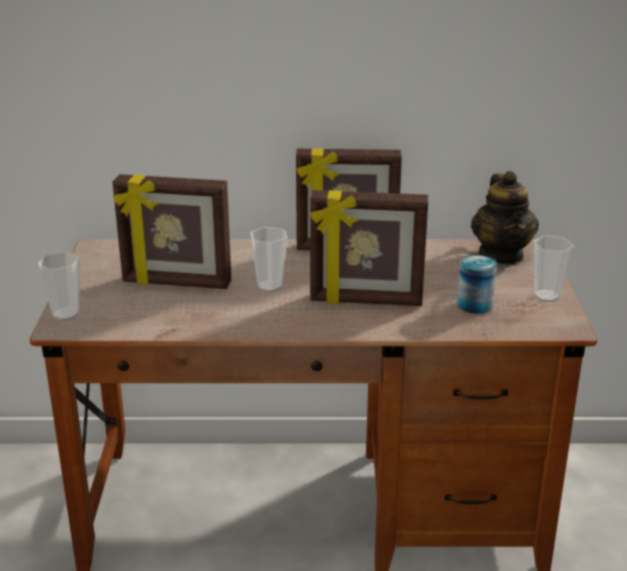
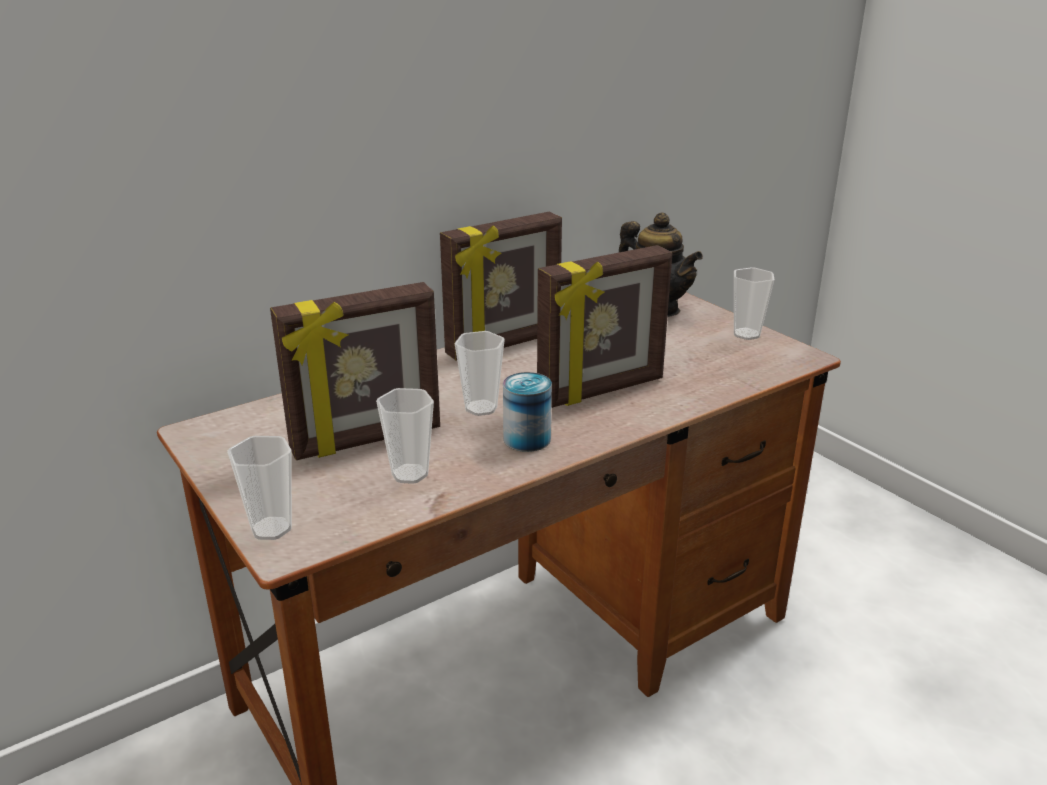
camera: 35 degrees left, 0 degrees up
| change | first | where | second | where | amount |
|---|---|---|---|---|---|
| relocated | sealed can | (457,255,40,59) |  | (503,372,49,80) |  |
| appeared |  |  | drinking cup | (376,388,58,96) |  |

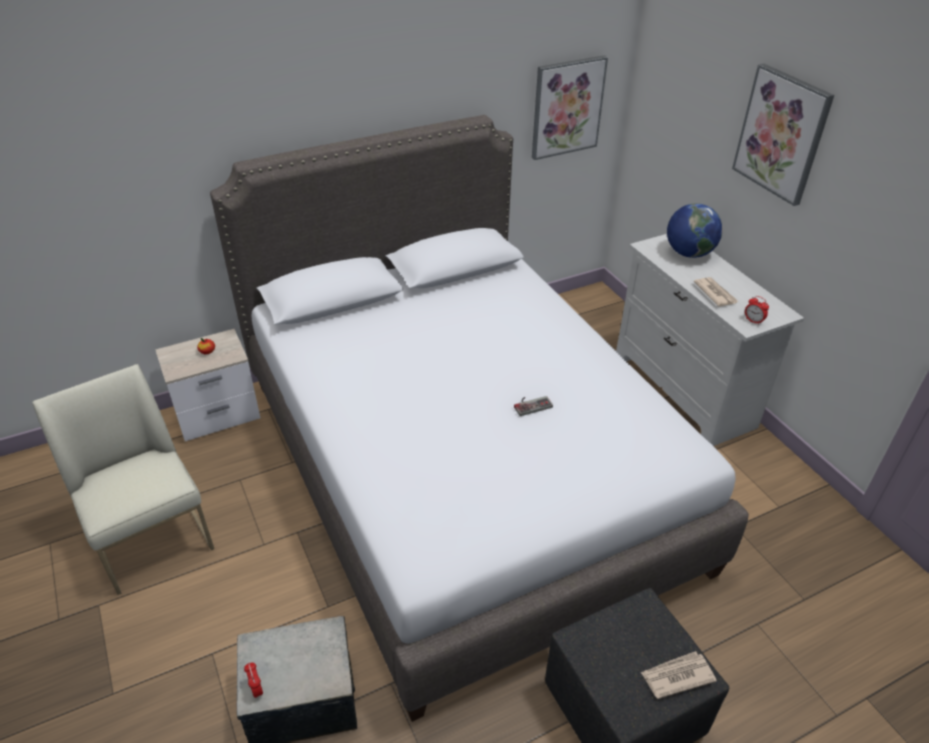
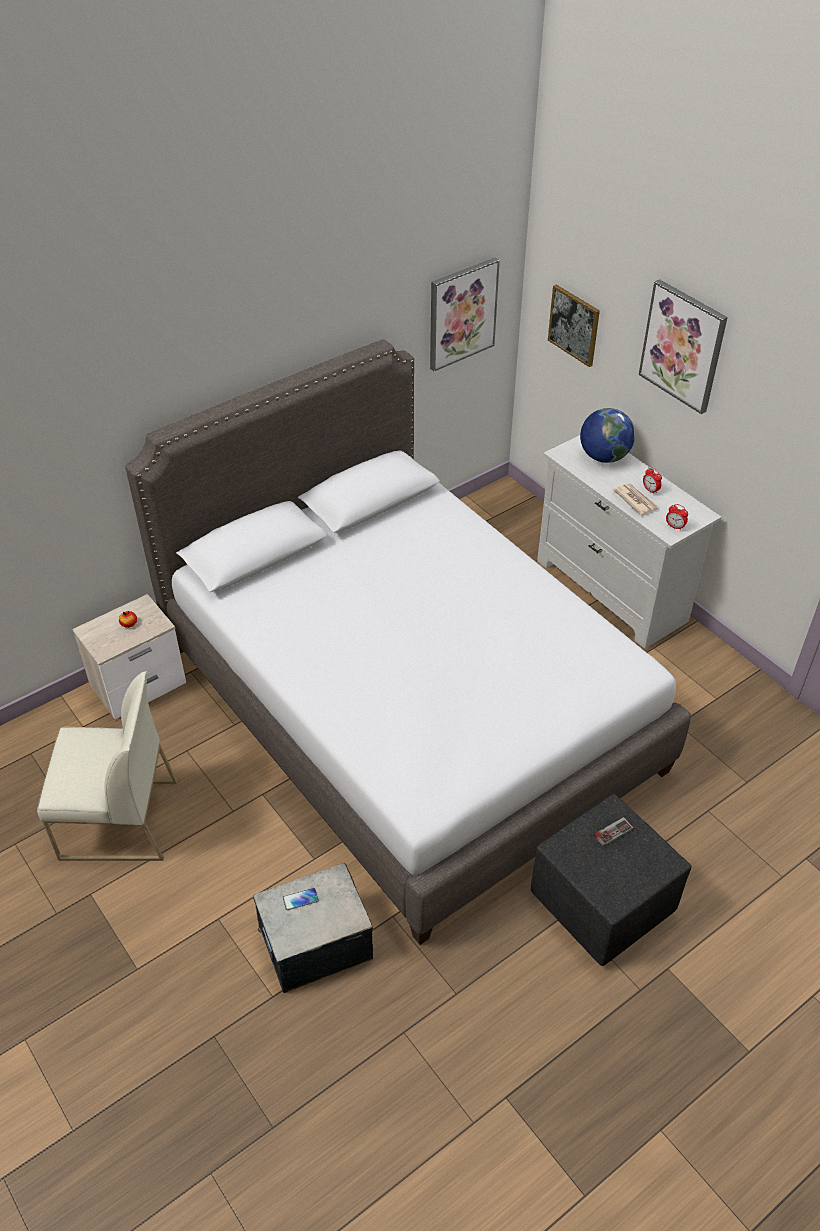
camera: 10 degrees left, 5 degrees up
| change | first | where | second | where | amount |
|---|---|---|---|---|---|
| spun | white-coloured plain chair | (32,364,182,231) |  | (37,671,140,190) | 135 degrees clockwise |
| relocated | table clock | (244,663,19,35) |  | (643,467,19,27) |  |
| relocated | gamepad | (514,396,39,20) |  | (594,817,39,30) |  |
| missing | daily paper | (641,651,76,48) |  |  |  |
| appeared |  |  | phone | (283,888,36,22) |  |
| appeared |  |  | wall art | (548,284,52,83) |  |

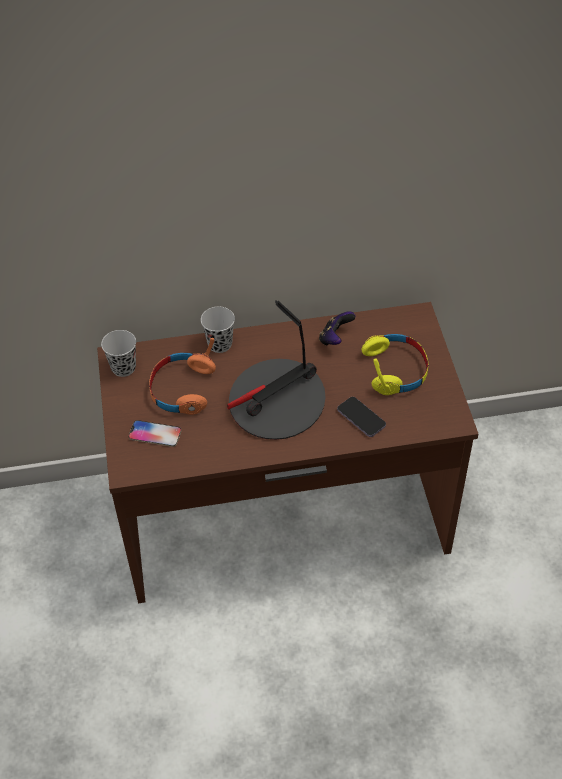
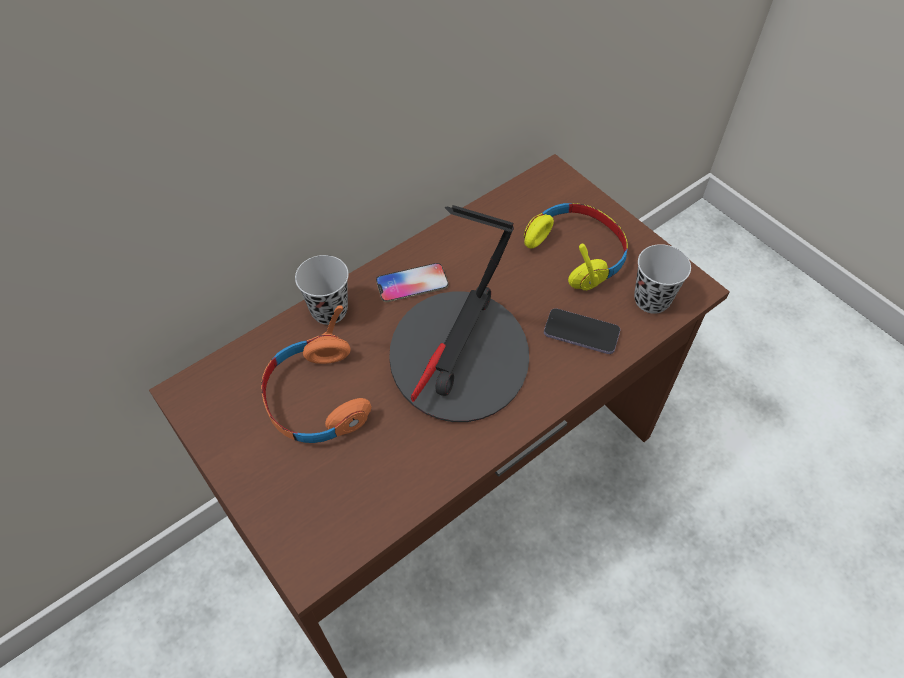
camera: 30 degrees left, 5 degrees up
| change | first | where | second | where | amount |
|---|---|---|---|---|---|
| relocated | black-coloured drinking cup | (101,330,35,47) |  | (634,244,57,70) |  |
| relocated | phone | (129,420,52,27) |  | (376,263,72,39) |  |
| missing | gamepad | (319,311,37,34) |  |  |  |

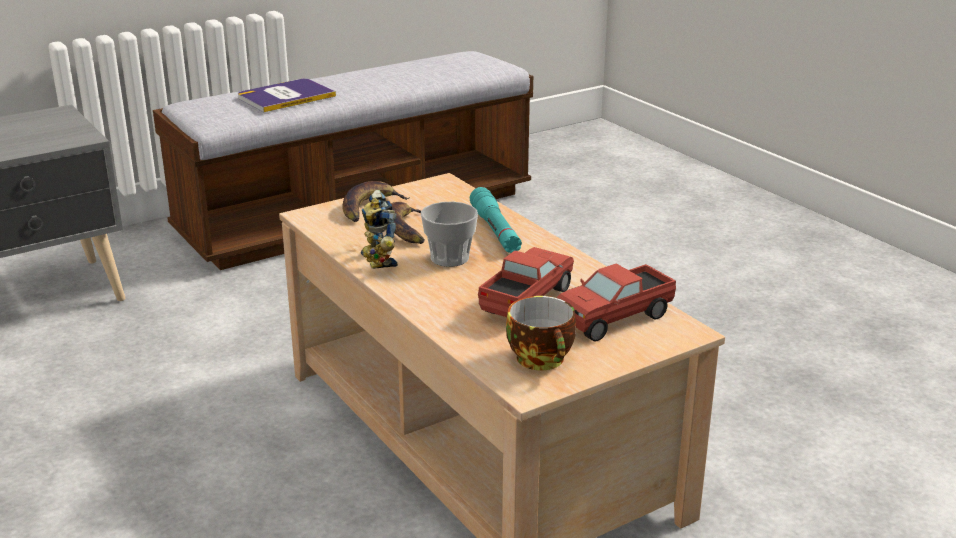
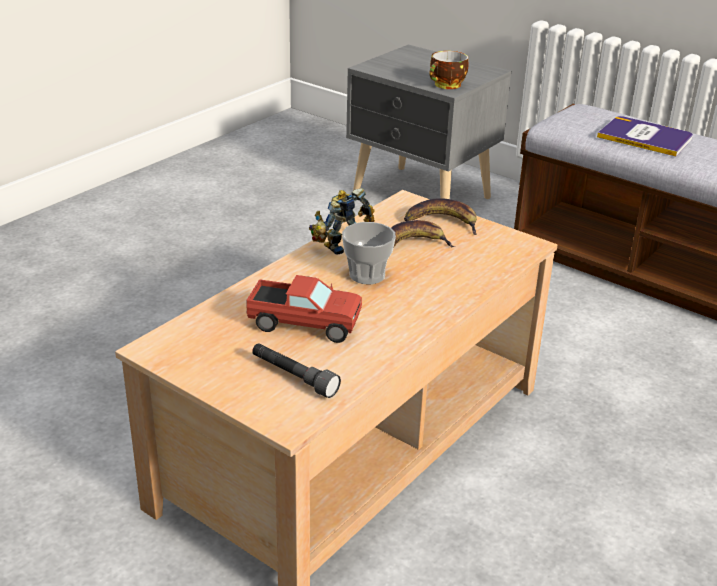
camera: 70 degrees right, 5 degrees up
| change | first | where | second | where | amount |
|---|---|---|---|---|---|
| missing | blue-green flashlight | (470,187,52,66) |  |  |  |
| relocated | drinking cup | (506,296,70,74) |  | (430,51,38,38) |  |
| exchanged | toy lorry | (557,263,119,78) | grey flashlight | (252,343,89,55) |  |

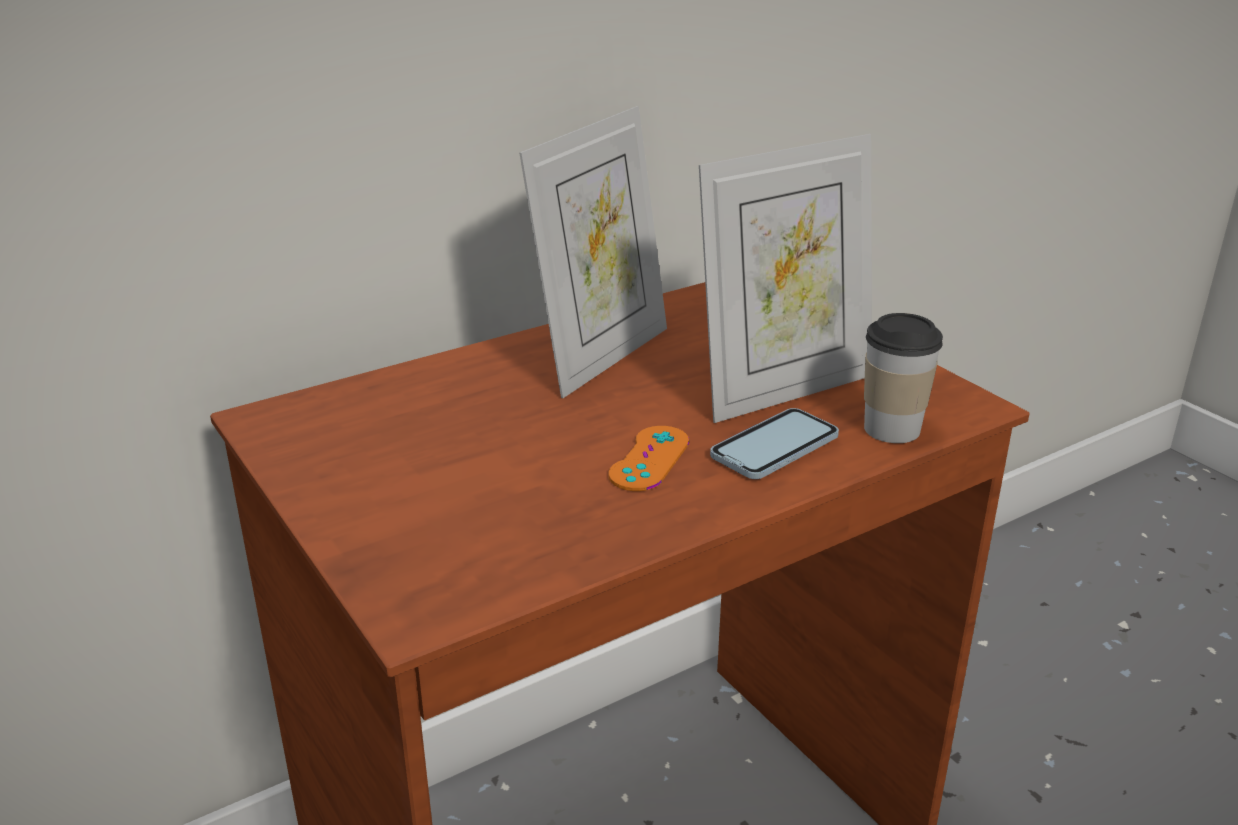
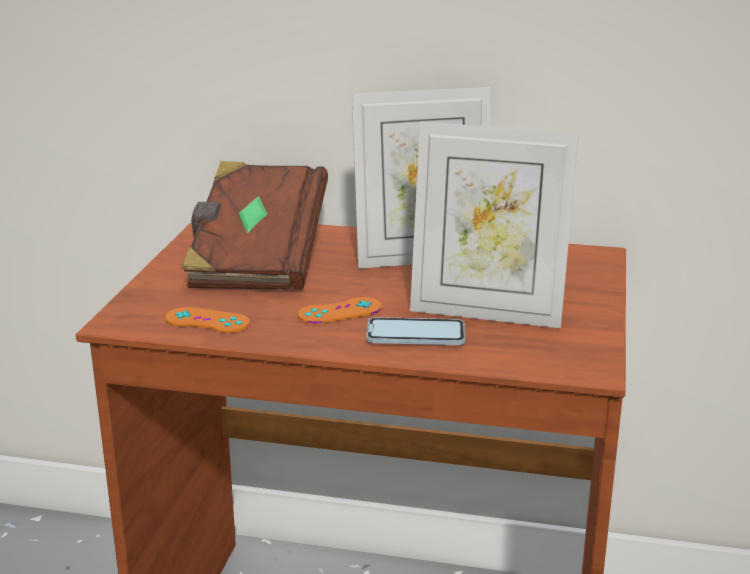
camera: 45 degrees right, 5 degrees down
| change | first | where | second | where | amount |
|---|---|---|---|---|---|
| missing | drinking cup | (864,313,79,130) |  |  |  |
| appeared |  |  | orange gamepad | (165,307,85,26) |  |
| appeared |  |  | brown-coloured volume | (181,161,147,129) |  |

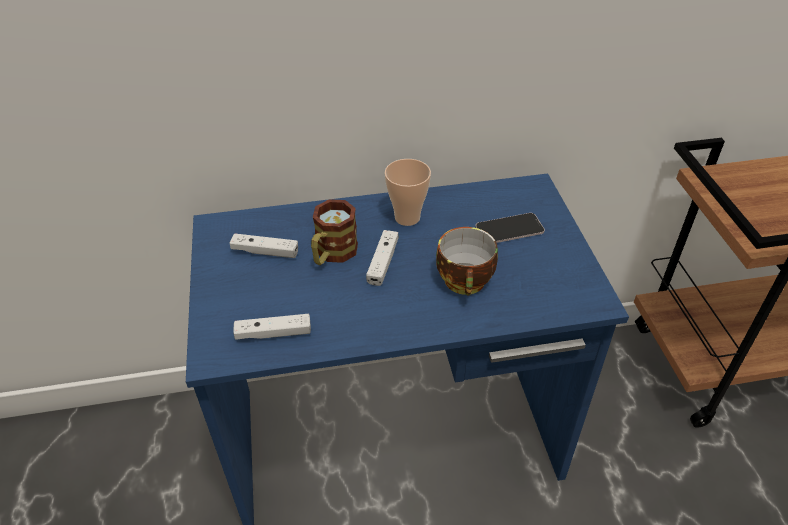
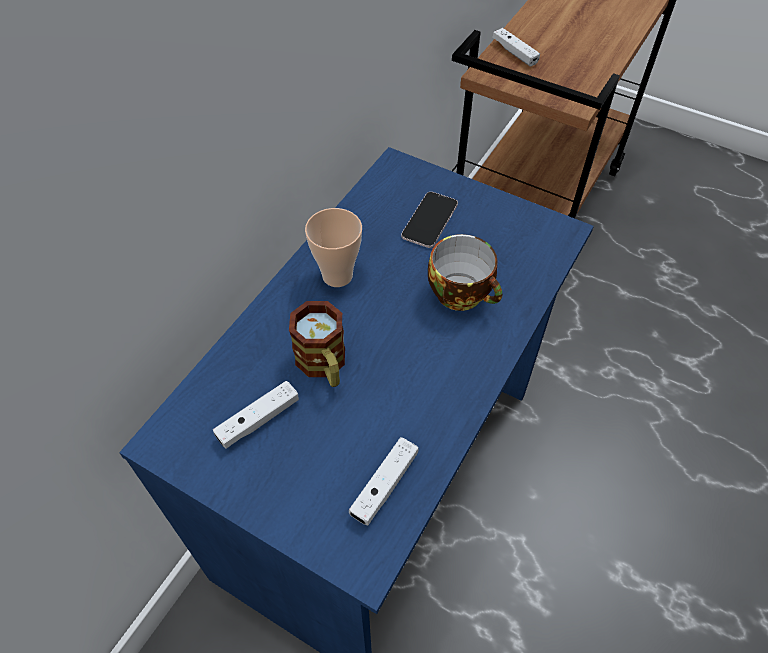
camera: 50 degrees left, 10 degrees up
| change | first | where | second | where | amount |
|---|---|---|---|---|---|
| relocated | white-coloured gamepad | (366,230,33,56) |  | (493,28,47,38) |  |

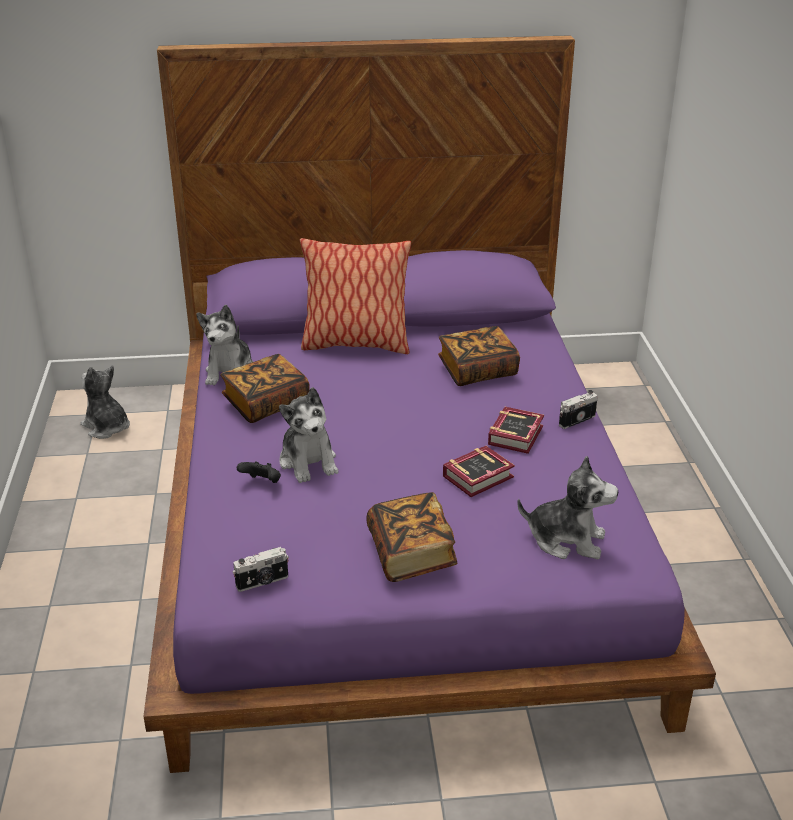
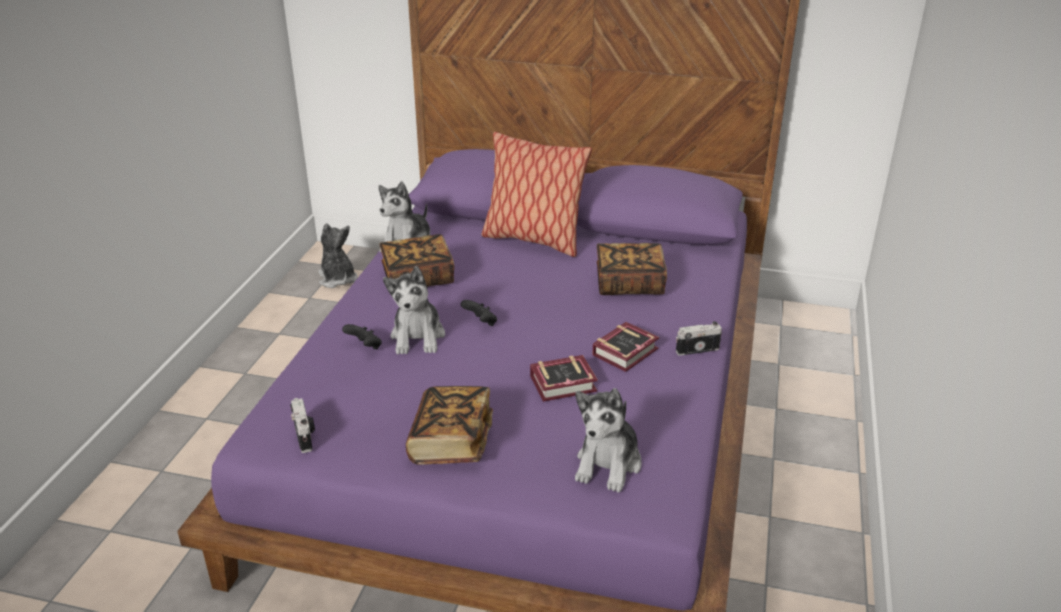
camera: 20 degrees right, 0 degrees up
| change | first | where | second | where | amount |
|---|---|---|---|---|---|
| spun | photo camera | (233,547,56,45) |  | (290,398,25,55) | 105 degrees counterclockwise |
| spun | plush toy | (517,456,101,103) |  | (575,388,67,104) | 75 degrees clockwise |
| appeared |  |  | black-coloured gamepad | (461,300,36,26) |  |

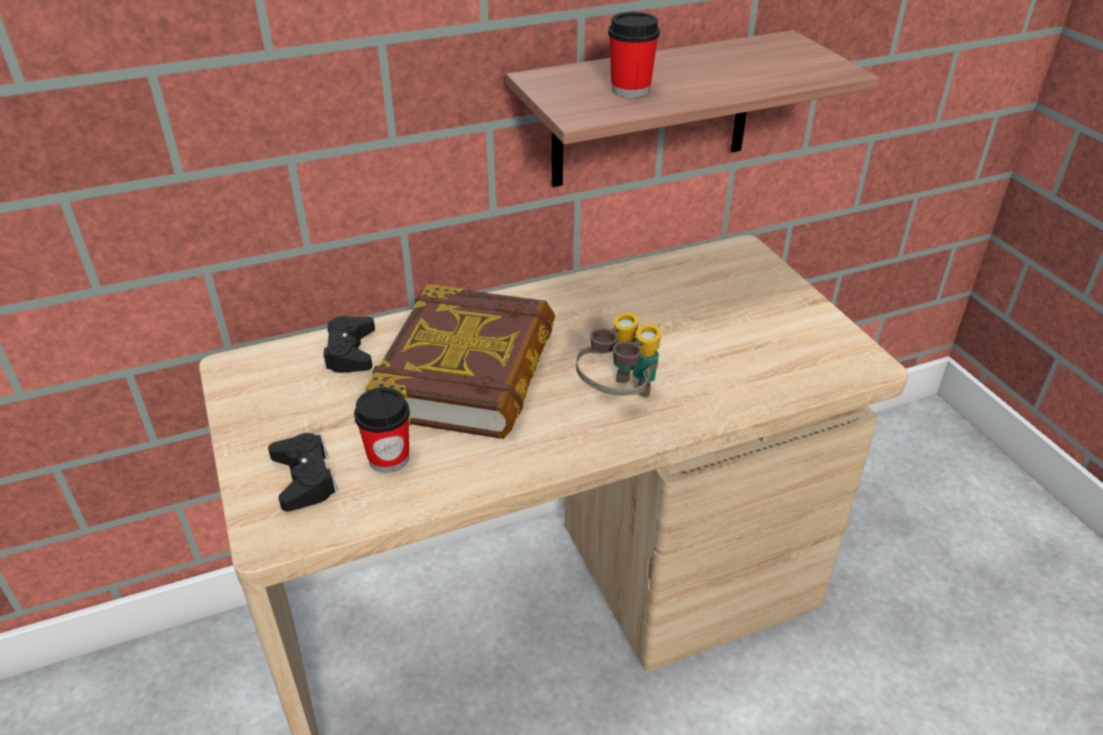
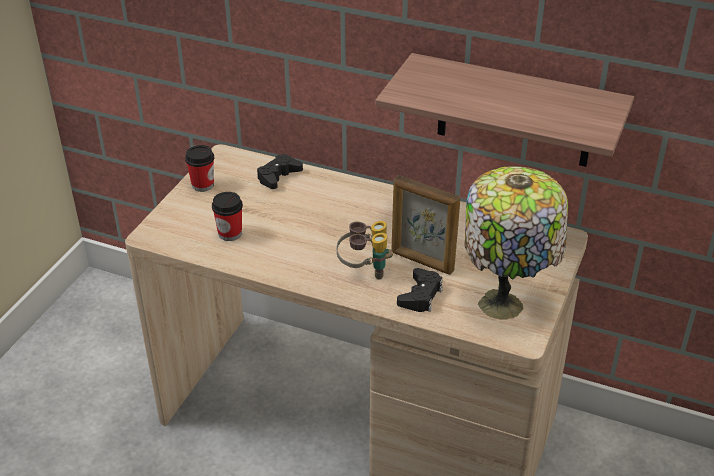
camera: 45 degrees right, 0 degrees up
| change | first | where | second | where | amount |
|---|---|---|---|---|---|
| relocated | black-coloured gamepad | (268,433,70,79) |  | (397,268,46,44) |  |
| missing | volume | (365,284,190,155) |  |  |  |
| relocated | drinking cup | (608,12,52,86) |  | (185,145,29,47) |  |
| appeared |  |  | photo frame | (392,175,68,100) |  |
| appeared |  |  | tabletop lamp | (465,166,103,154) |  |

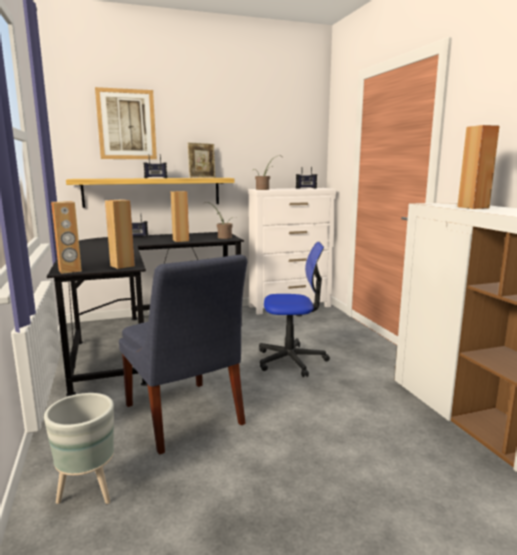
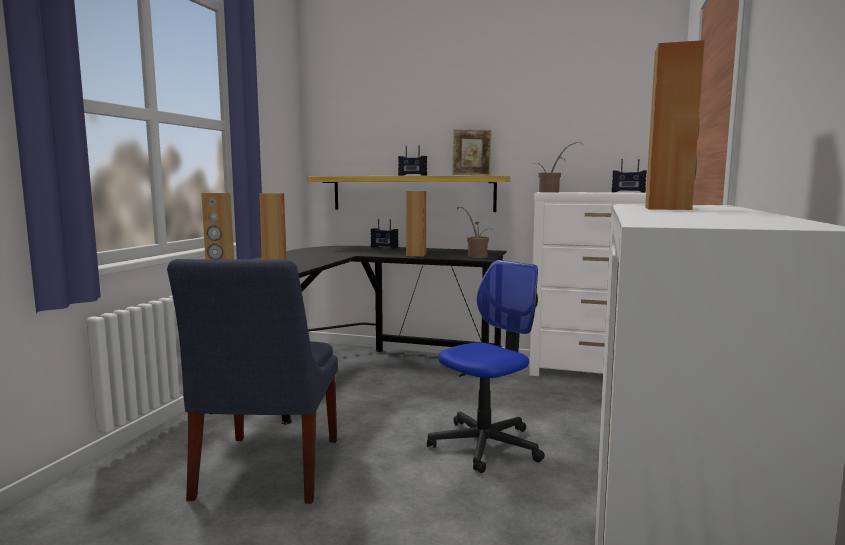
camera: 35 degrees right, 5 degrees down
| change | first | where | second | where | amount |
|---|---|---|---|---|---|
| missing | grey plant pot | (44,393,70,111) |  |  |  |
| missing | wall art | (95,87,62,72) |  |  |  |
| spun | office chair | (259,242,71,135) |  | (427,260,118,213) | 75 degrees counterclockwise |

